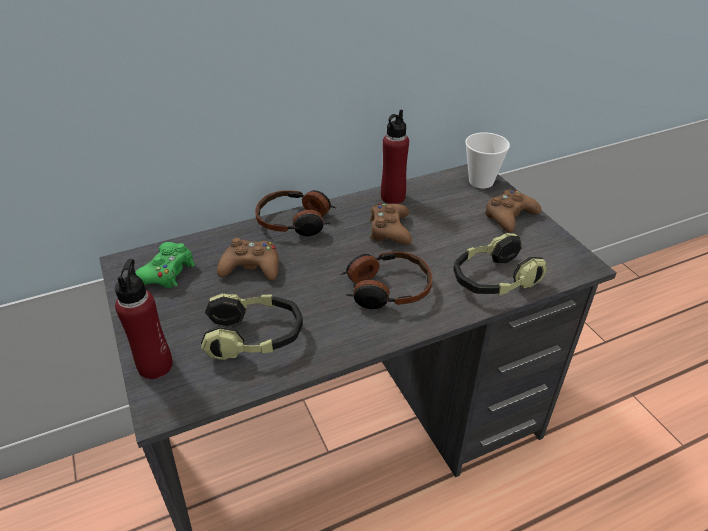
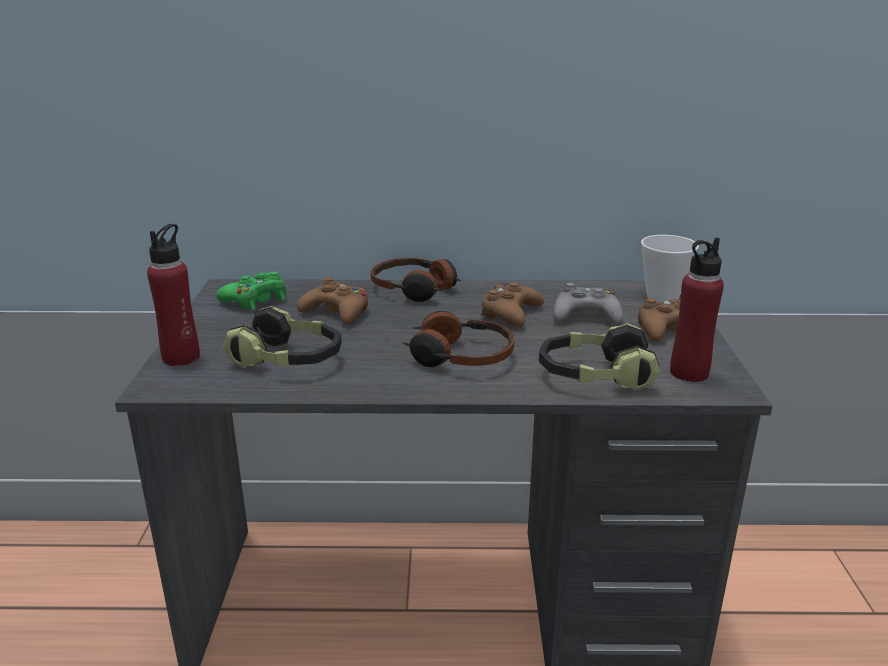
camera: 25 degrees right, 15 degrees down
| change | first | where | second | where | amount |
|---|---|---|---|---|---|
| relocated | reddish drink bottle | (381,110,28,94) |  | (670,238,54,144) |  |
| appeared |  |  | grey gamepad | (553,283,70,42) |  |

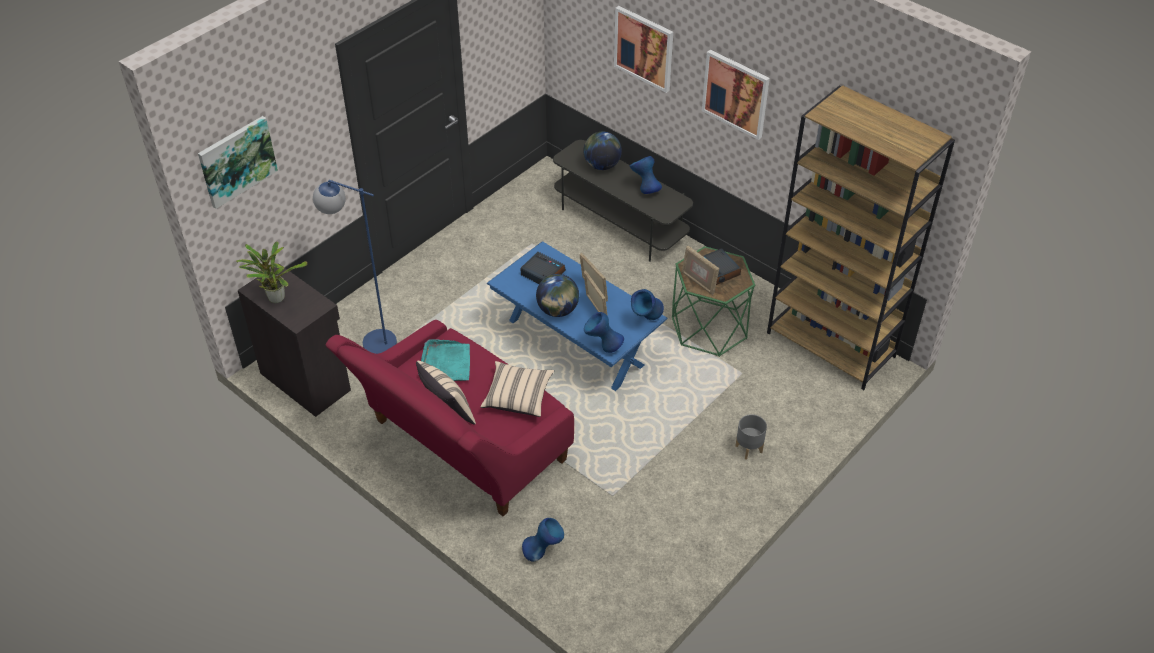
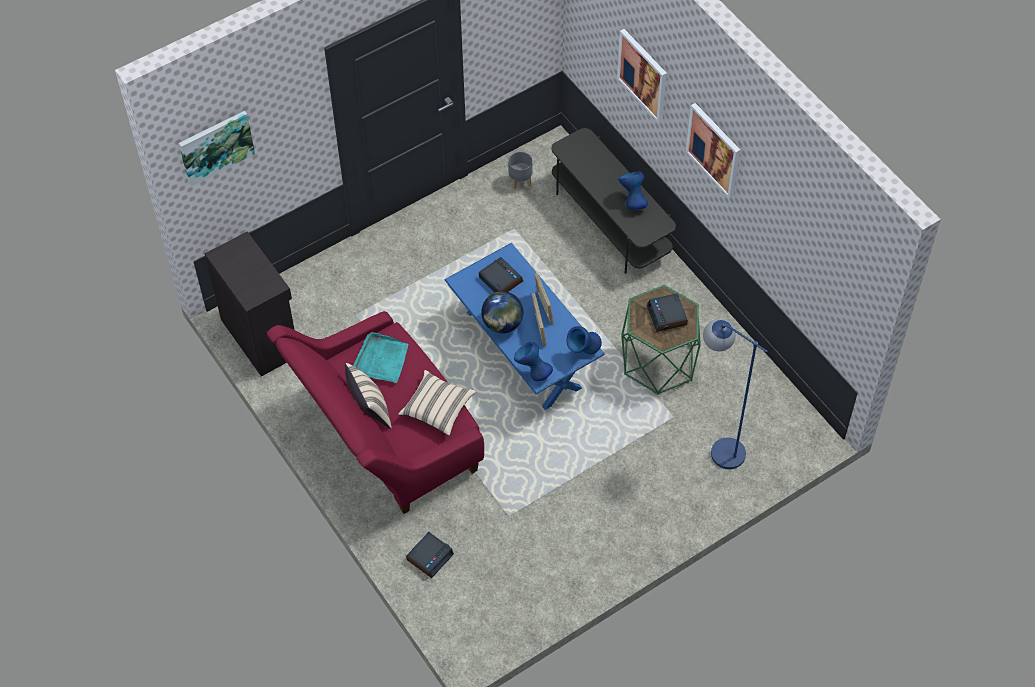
camera: 15 degrees right, 10 degrees up
| change | first | where | second | where | amount |
|---|---|---|---|---|---|
| missing | potted plant | (236,241,71,62) |  |  |  |
| relocated | blue standard lamp | (313,180,84,174) |  | (703,319,65,150) |  |
| exchanged | blue vase | (522,518,42,44) | table clock | (406,532,48,46) |  |
| missing | desk globe | (583,132,39,38) |  |  |  |
| missing | photo frame | (682,246,37,49) |  |  |  |
| relocated | grey plant pot | (735,414,32,46) |  | (508,152,24,38) |  |
| missing | brown-coloured bookshelf | (767,85,188,305) |  |  |  |

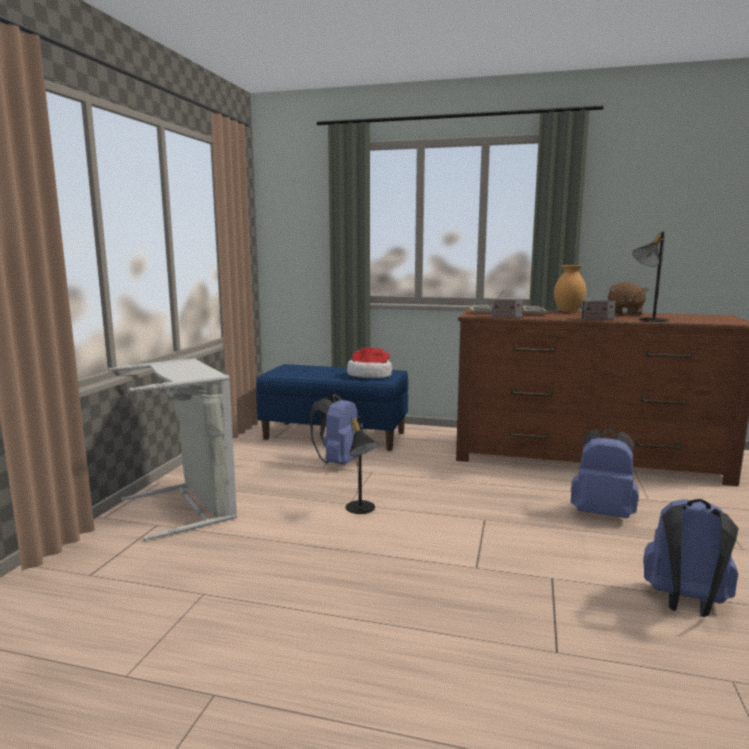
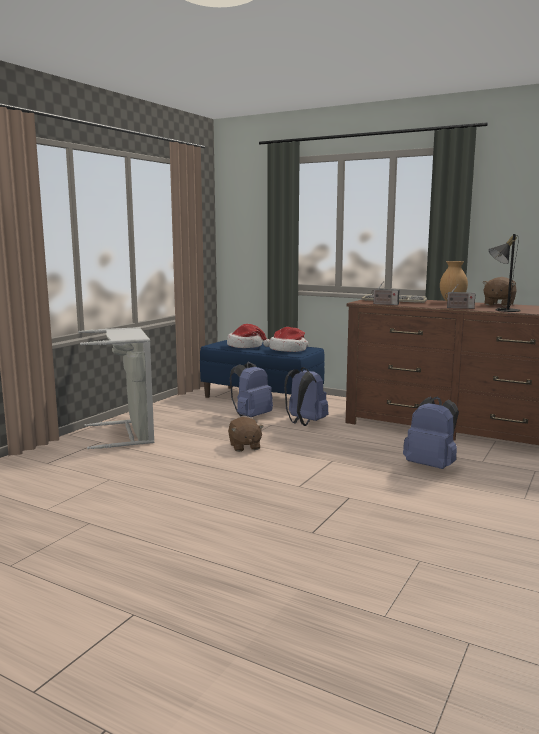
camera: 15 degrees right, 0 degrees up
| change | first | where | second | where | amount |
|---|---|---|---|---|---|
| exchanged | black-coloured tabletop lamp | (346,416,32,98) | brown-coloured plush toy | (228,417,36,35) |  |
| relocated | blue knapsack | (643,499,96,118) |  | (284,367,44,59) |  |
| appeared |  |  | hat | (227,324,43,24) |  |

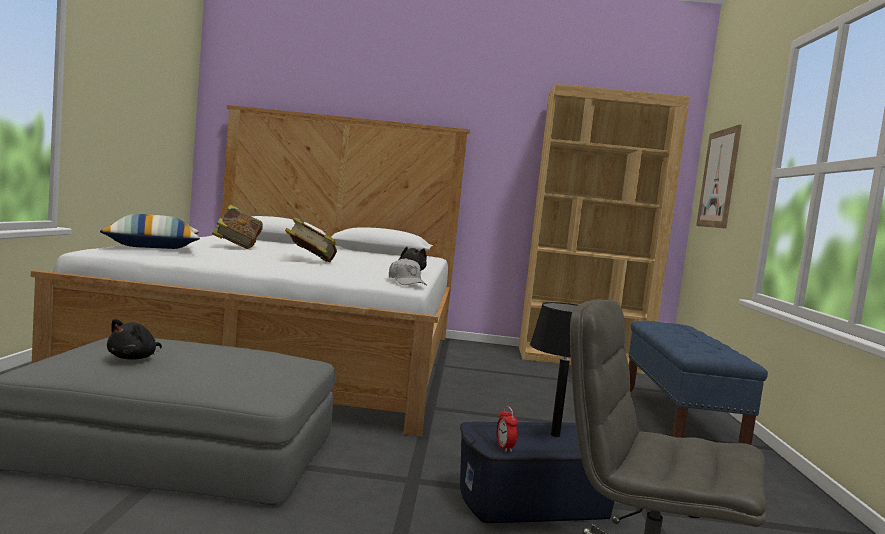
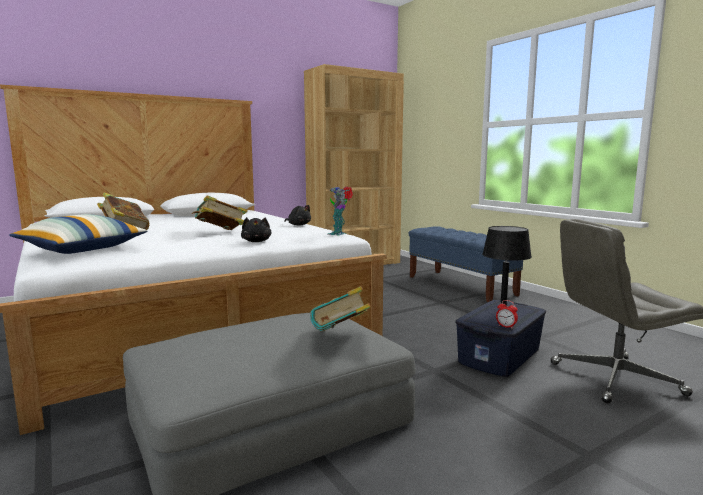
camera: 35 degrees left, 5 degrees up
| change | first | where | second | where | amount |
|---|---|---|---|---|---|
| relocated | black-coloured plush toy | (107,319,55,41) |  | (241,217,31,25) |  |
| exchanged | white-coloured baseball cap | (389,258,38,28) | toy robot | (328,186,25,50) |  |
| missing | wall art | (696,125,46,104) |  |  |  |
| appeared |  |  | volume | (310,286,61,45) |  |

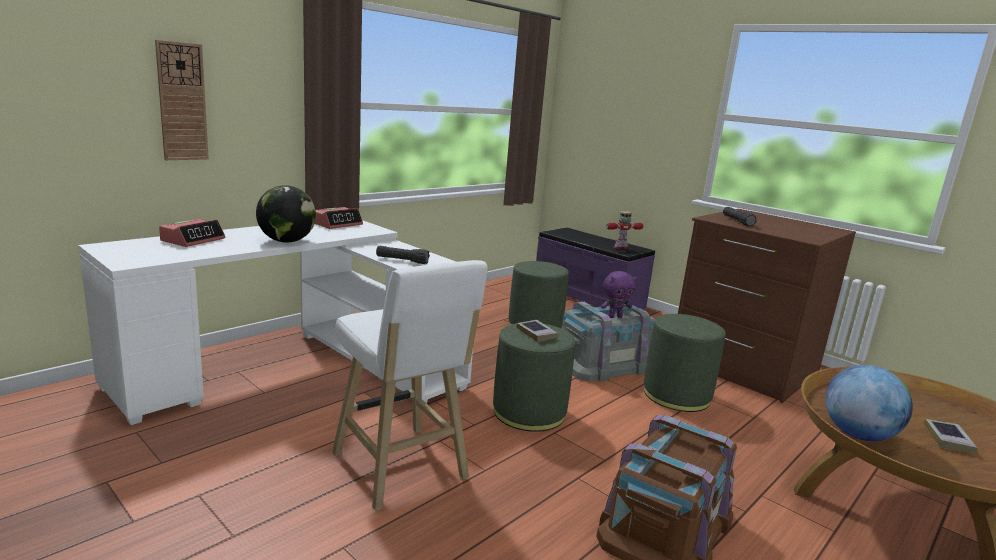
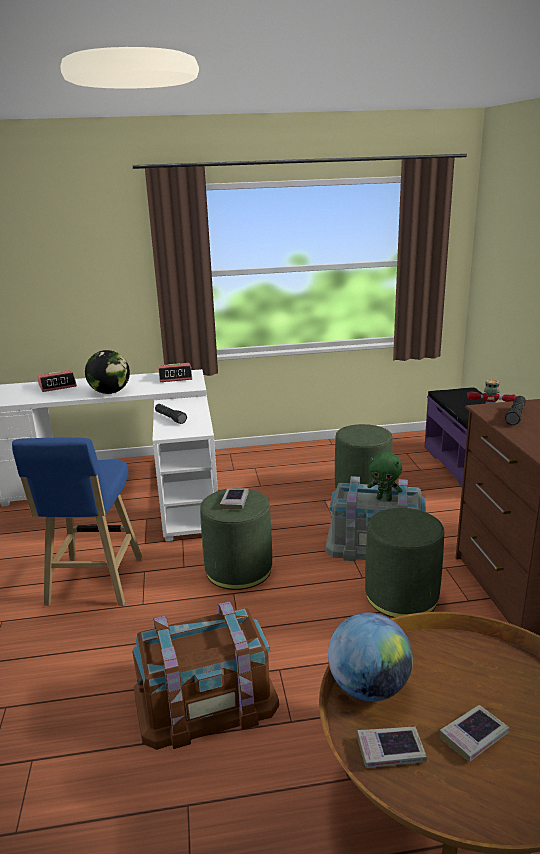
camera: 40 degrees right, 5 degrees up
| change | first | where | second | where | amount |
|---|---|---|---|---|---|
| missing | wall clock | (155,40,54,120) |  |  |  |
| colour | white-coloured stool seat | (332,260,156,251) | blue stool seat | (12,438,131,168) |  |
| colour | purplish plush toy | (601,271,36,47) | green plush toy | (367,452,35,49) |  |
| appeared |  |  | volume | (357,727,70,41) |  |

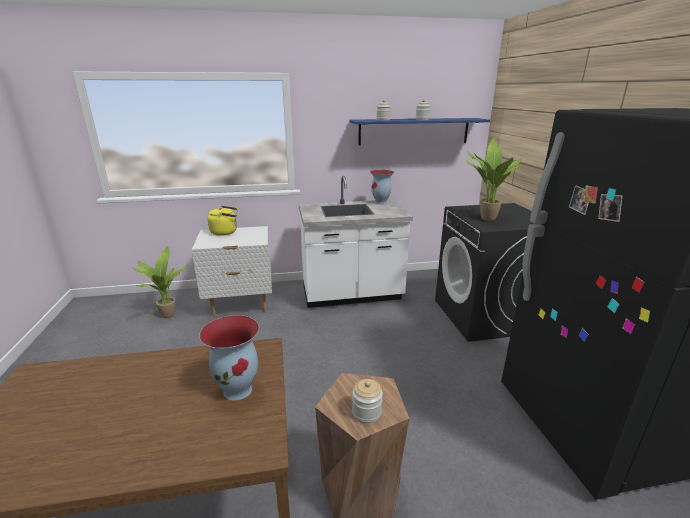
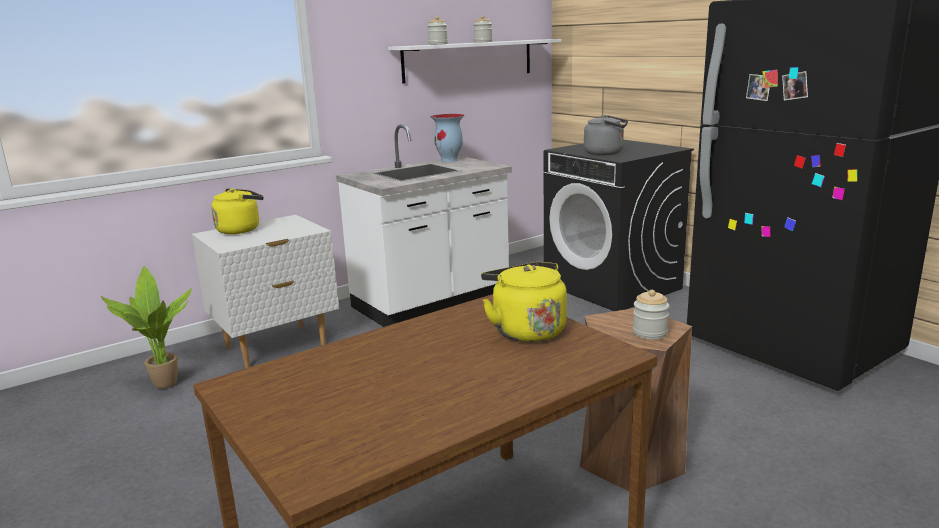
camera: 25 degrees left, 5 degrees down
| change | first | where | second | where | amount |
|---|---|---|---|---|---|
| exchanged | vase | (199,315,60,86) | yellow tea kettle | (481,262,86,80) |  |
| colour | blue bracket shelf | (350,118,140,28) | white-coloured bracket shelf | (388,39,173,45) |  |
| exchanged | potted plant | (466,138,56,83) | grey tea kettle | (584,115,44,40) |  |

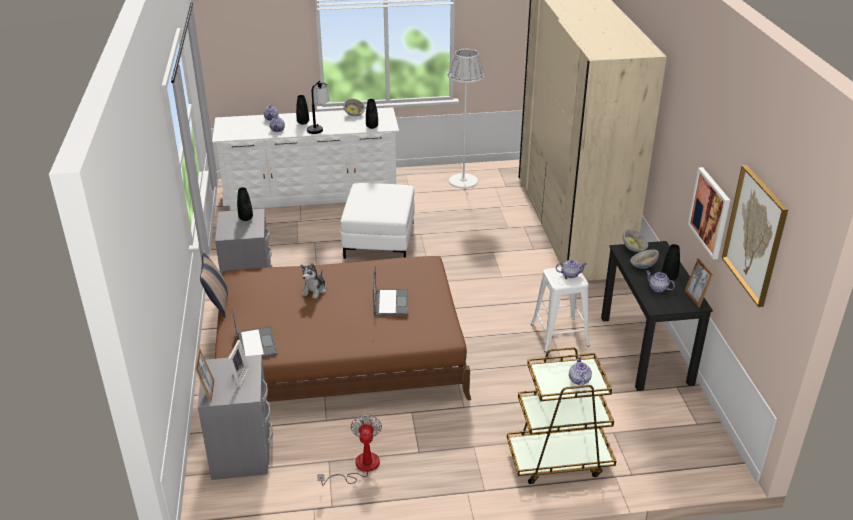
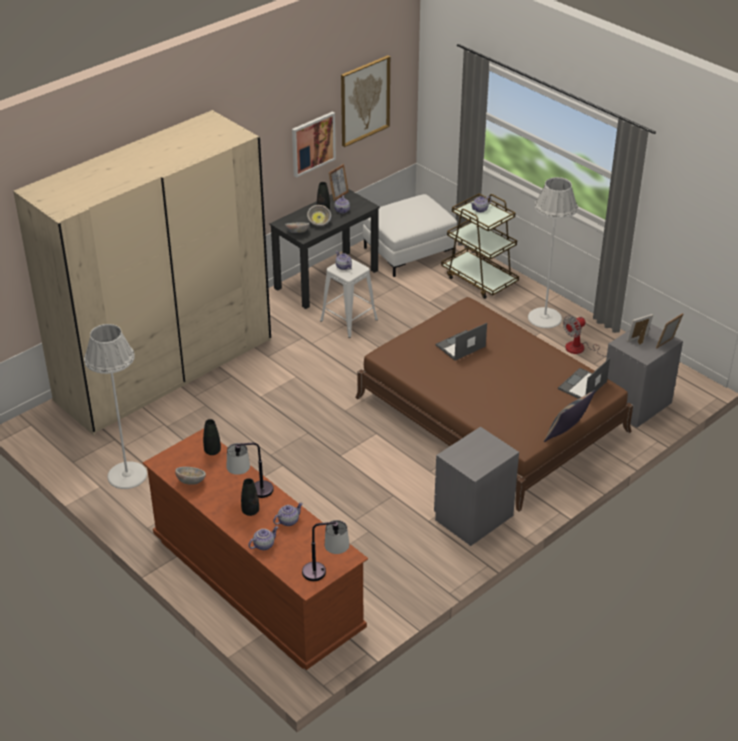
camera: 125 degrees left, 5 degrees up
| change | first | where | second | where | amount |
|---|---|---|---|---|---|
| colour | white-coloured dresser | (212,107,187,103) | brown-coloured dresser | (143,428,225,242) |  |
| missing | black-coloured vase | (237,187,16,34) |  |  |  |
| missing | plush toy | (300,263,26,36) |  |  |  |
| relocated | white-coloured ottoman | (340,183,75,76) |  | (363,194,94,83) |  |
| appeared |  |  | tabletop lamp | (302,520,48,61) |  |
| appeared |  |  | white-coloured standard lamp | (528,177,50,151) |  |

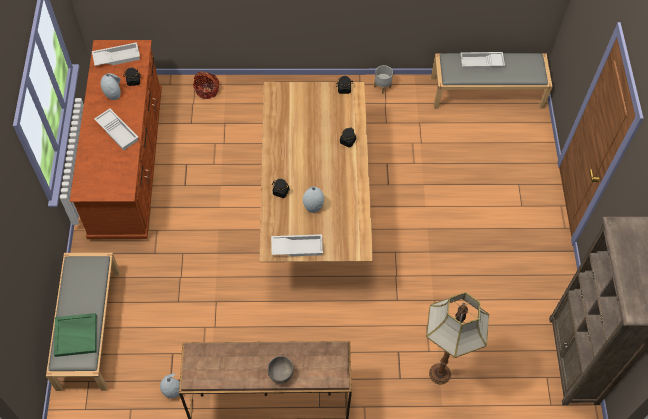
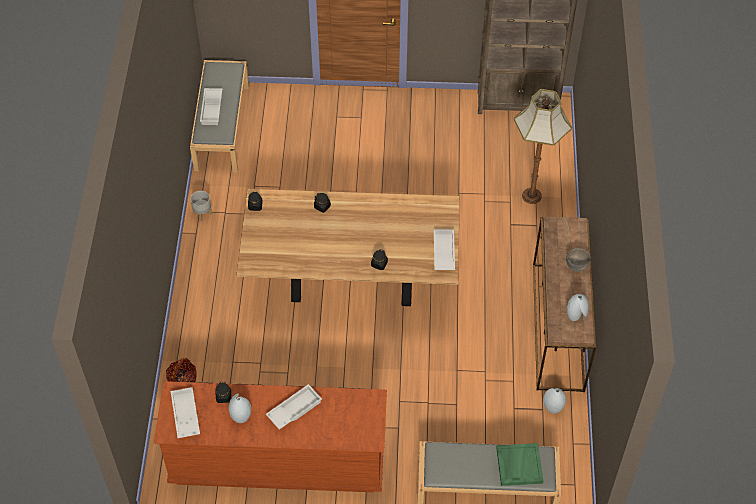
camera: 85 degrees left, 5 degrees down
| change | first | where | second | where | amount |
|---|---|---|---|---|---|
| relocated | grey vase | (303,186,21,27) |  | (567,294,22,27) |  |

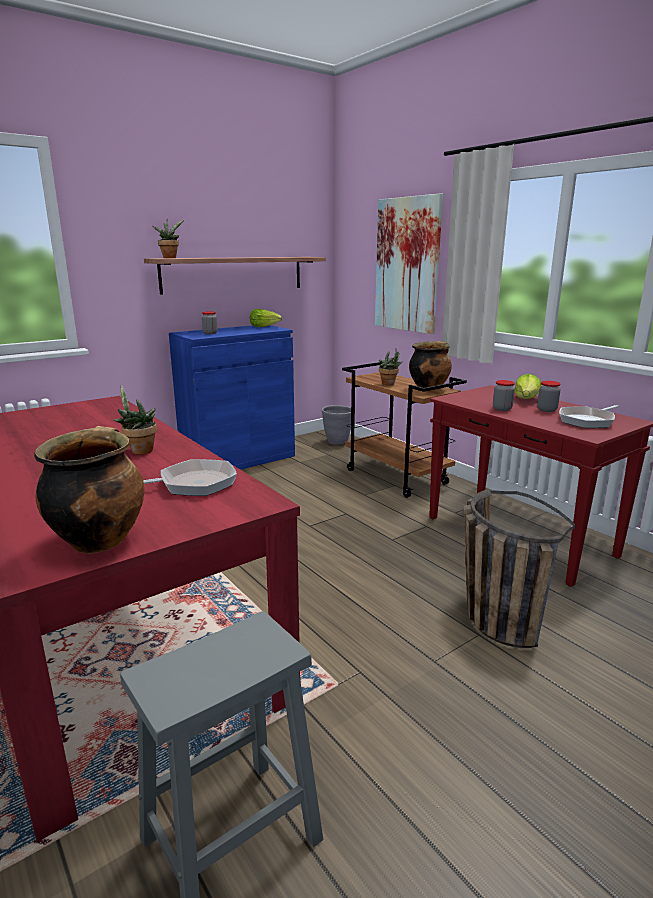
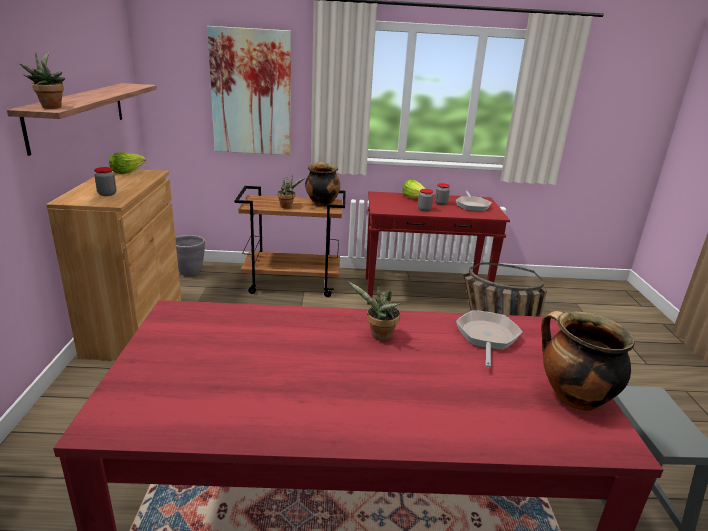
camera: 55 degrees left, 5 degrees up
| change | first | where | second | where | amount |
|---|---|---|---|---|---|
| colour | blue cupboard | (169,325,126,145) | brown-coloured cupboard | (46,169,135,191) |  |

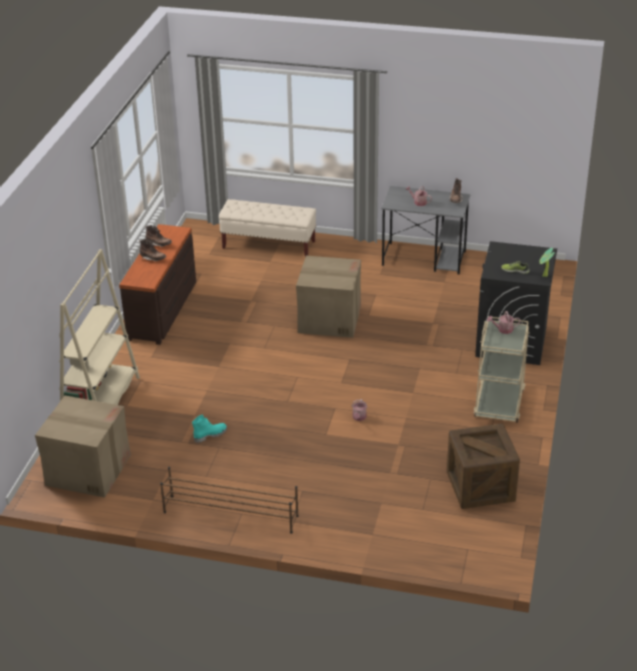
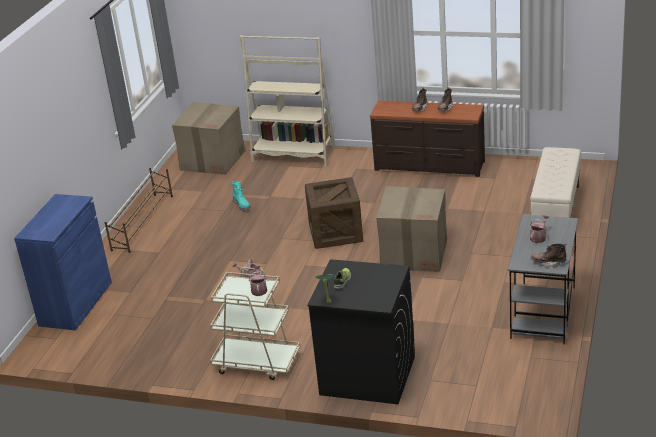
camera: 95 degrees right, 5 degrees down
| change | first | where | second | where | amount |
|---|---|---|---|---|---|
| relocated | packing crate | (447,423,73,86) |  | (305,177,58,72) |  |
| appeared |  |  | blue cupboard | (14,194,98,136) |  |

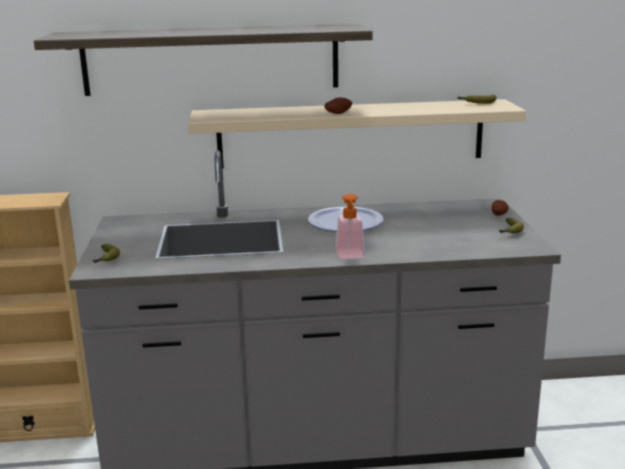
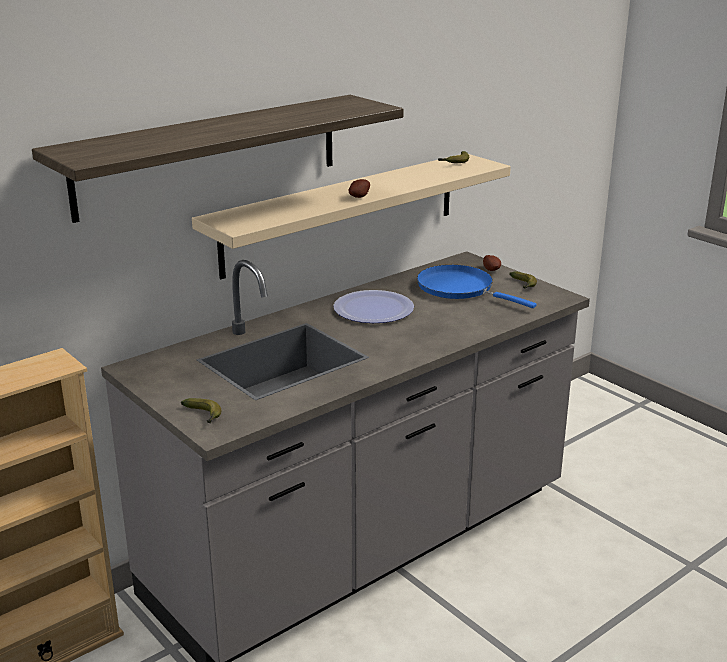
camera: 35 degrees left, 5 degrees up
| change | first | where | second | where | amount |
|---|---|---|---|---|---|
| missing | soap bottle | (335,194,30,65) |  |  |  |
| appeared |  |  | blue frying pan | (417,265,119,43) |  |

